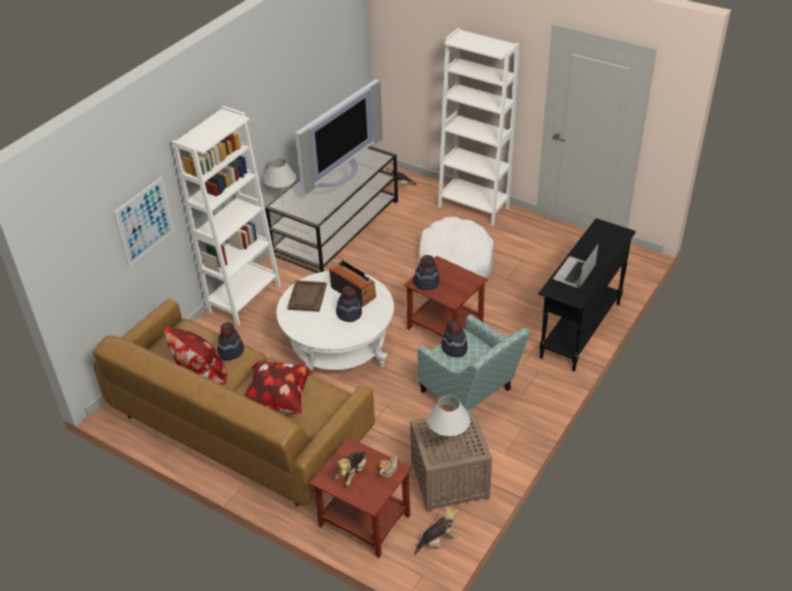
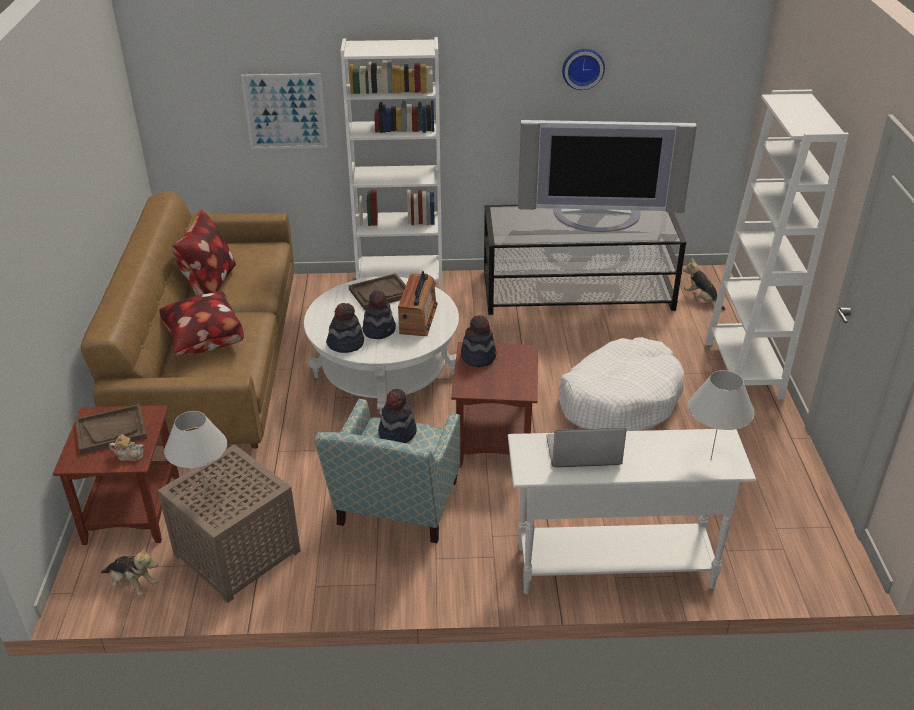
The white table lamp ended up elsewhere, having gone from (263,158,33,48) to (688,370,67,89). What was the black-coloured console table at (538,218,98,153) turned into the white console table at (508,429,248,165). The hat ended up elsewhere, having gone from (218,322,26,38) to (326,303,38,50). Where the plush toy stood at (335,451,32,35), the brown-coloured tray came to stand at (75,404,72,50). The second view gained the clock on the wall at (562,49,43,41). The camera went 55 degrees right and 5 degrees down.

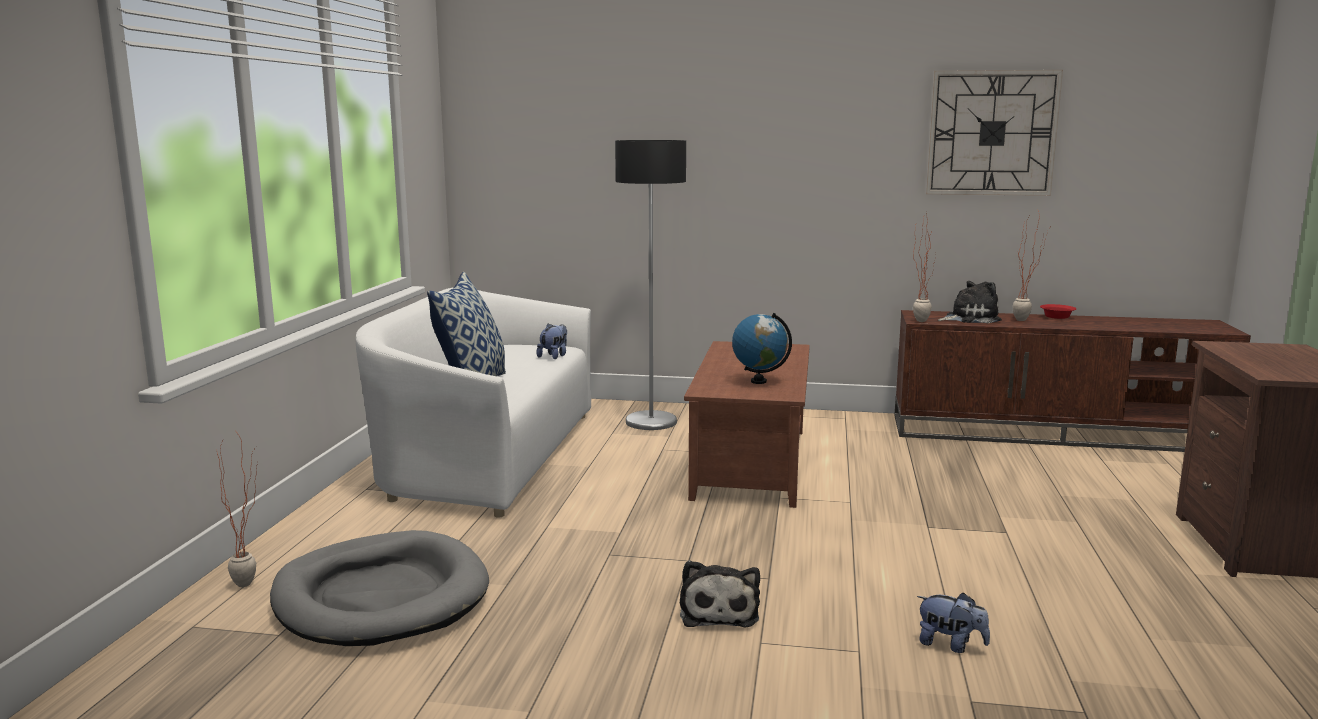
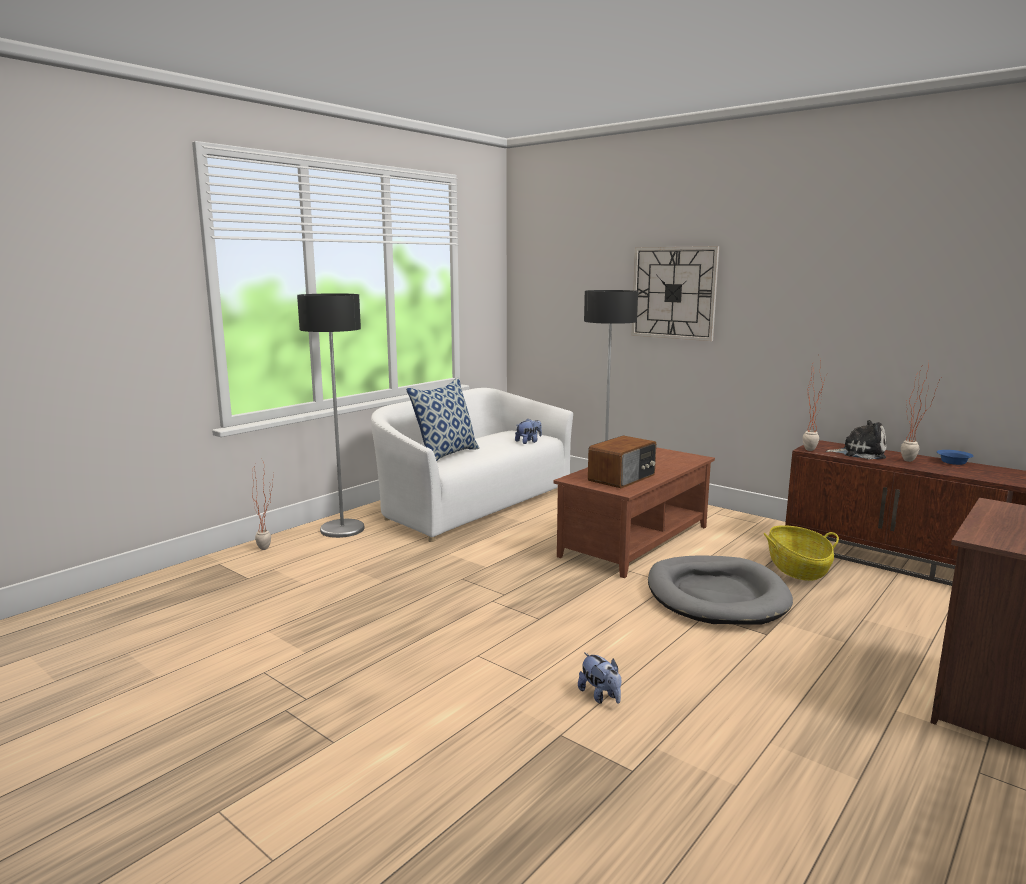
The clock on the wall ended up elsewhere, having gone from (926,70,137,126) to (631,246,88,95). What was the red deep dish at (1040,304,37,15) turned into the blue-coloured deep dish at (937,450,36,15). Where the world globe stood at (732,313,60,71), the radio receiver came to stand at (588,436,68,53). The gray pet bed ended up elsewhere, having gone from (270,530,219,116) to (648,555,145,70). The second view lost the plush toy at (680,560,80,68). The second view gained the standing lamp at (297,293,67,245). The second view gained the household basket at (764,525,75,56). The camera went 30 degrees right and 0 degrees up.

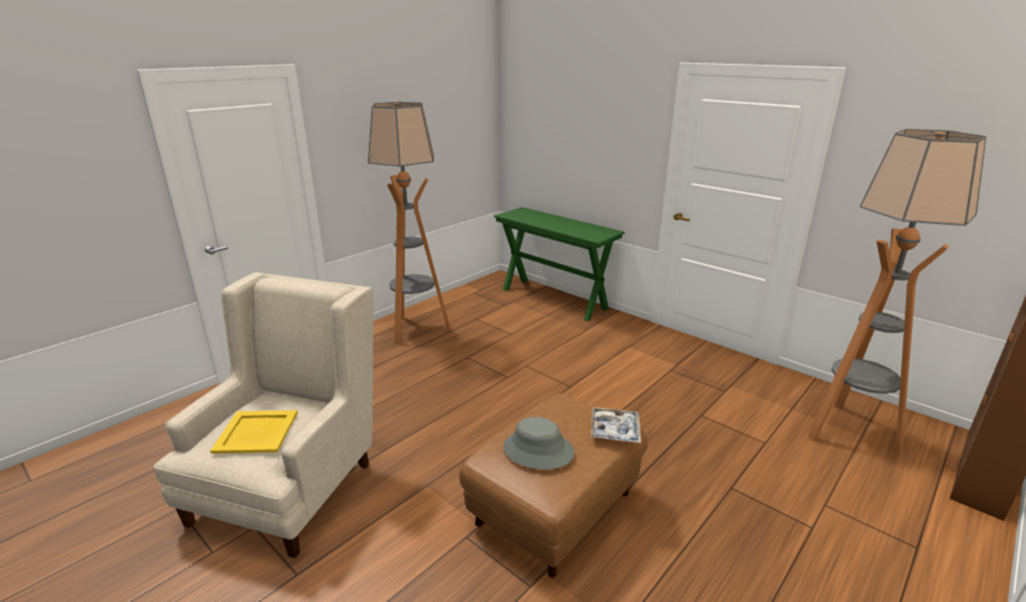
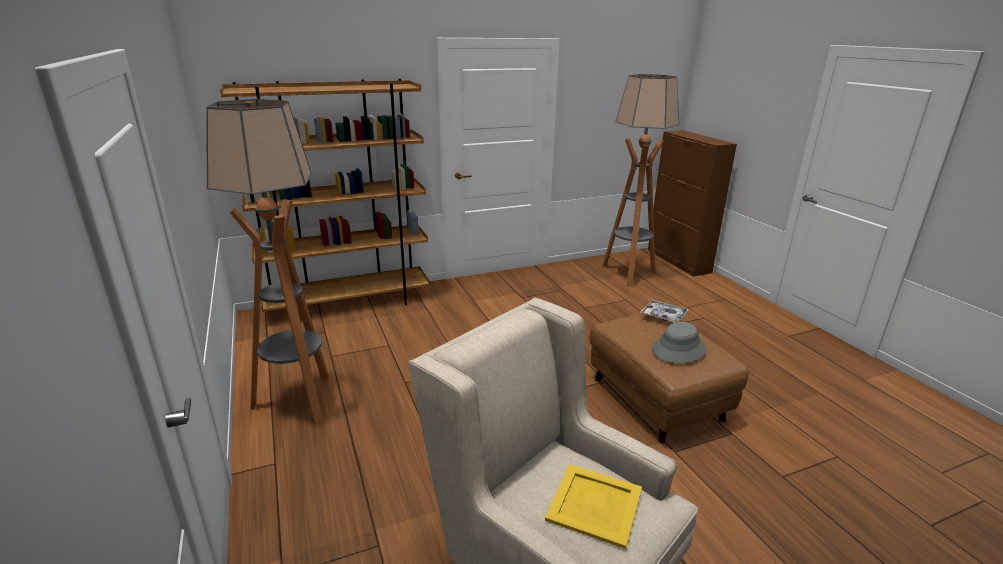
Where the greenish console table stood at (494,207,131,114), the brown-coloured bookcase came to stand at (220,79,210,233). The camera went 65 degrees left and 0 degrees up.

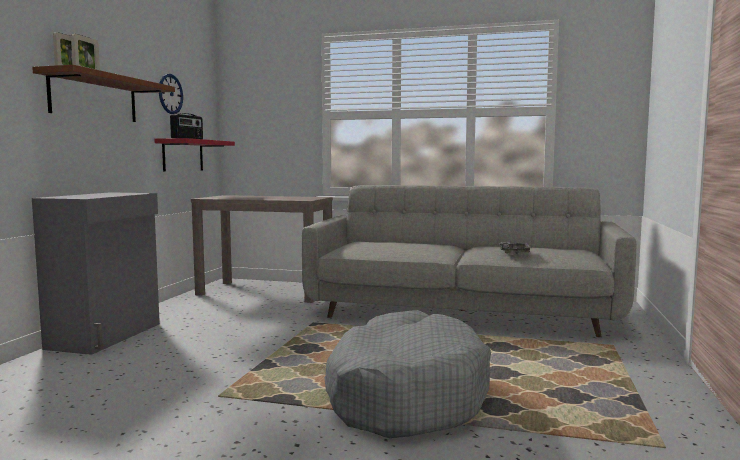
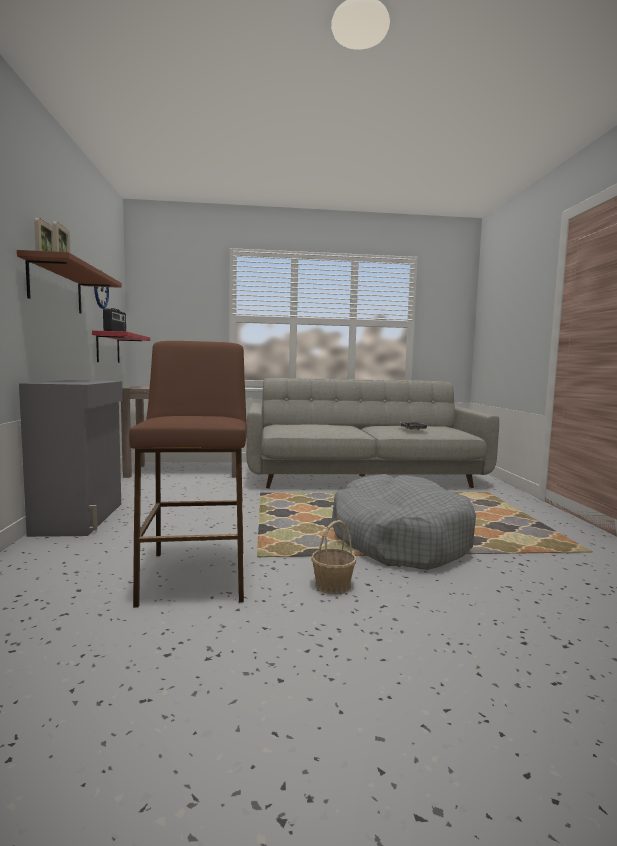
The second view gained the brown-coloured sitting stool at (129,341,118,267). The second view gained the household basket at (311,520,45,74). The camera went 20 degrees left and 0 degrees up.

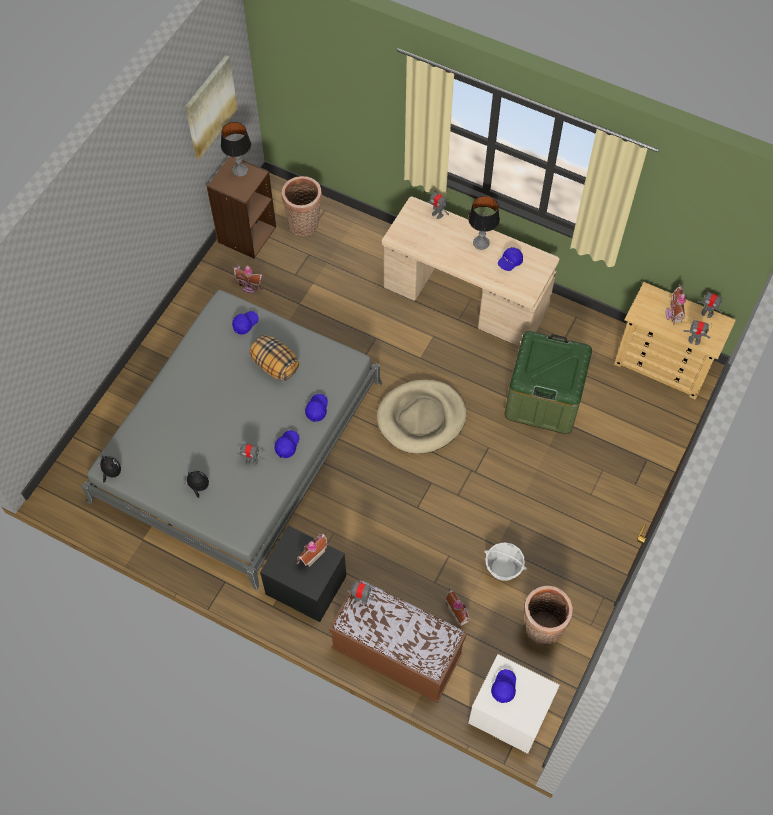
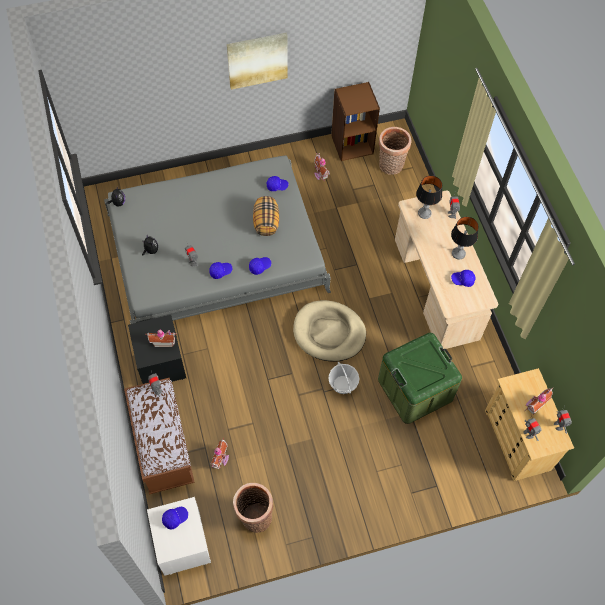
The wall art ended up elsewhere, having gone from (185,55,53,104) to (227,33,60,57). The table lamp ended up elsewhere, having gone from (221,122,30,55) to (416,176,26,43). The household basket ended up elsewhere, having gone from (484,542,43,39) to (328,362,31,32). The camera went 45 degrees right and 0 degrees up.

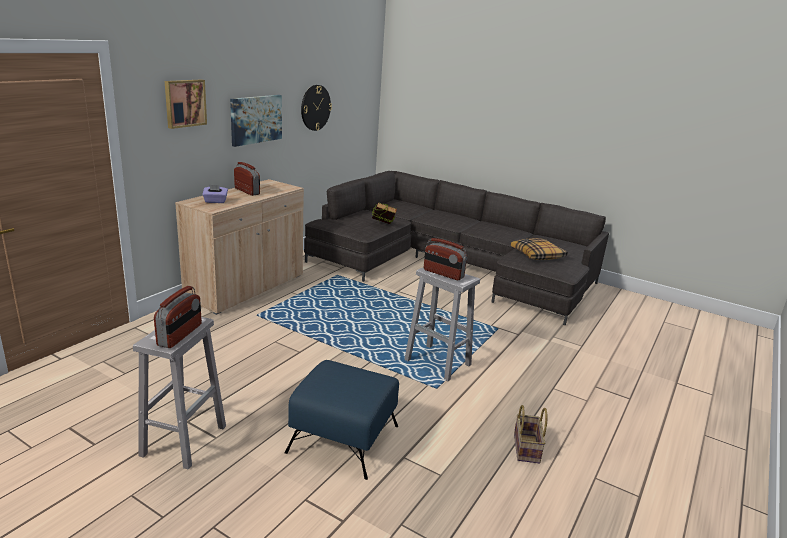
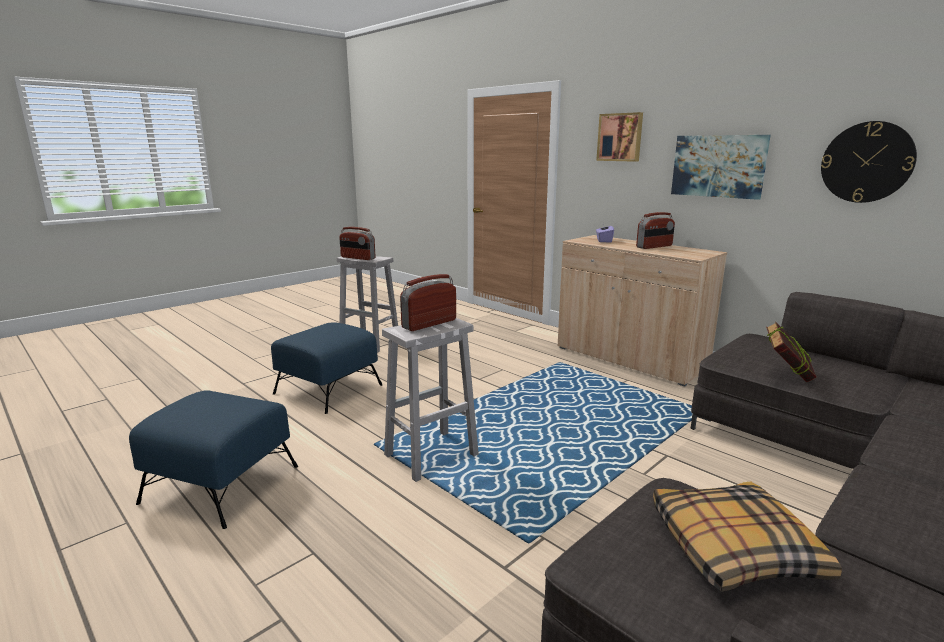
Where the household basket stood at (514,405,33,58), the blue-coloured pouffe came to stand at (129,391,169,138). The camera went 105 degrees right and 5 degrees down.

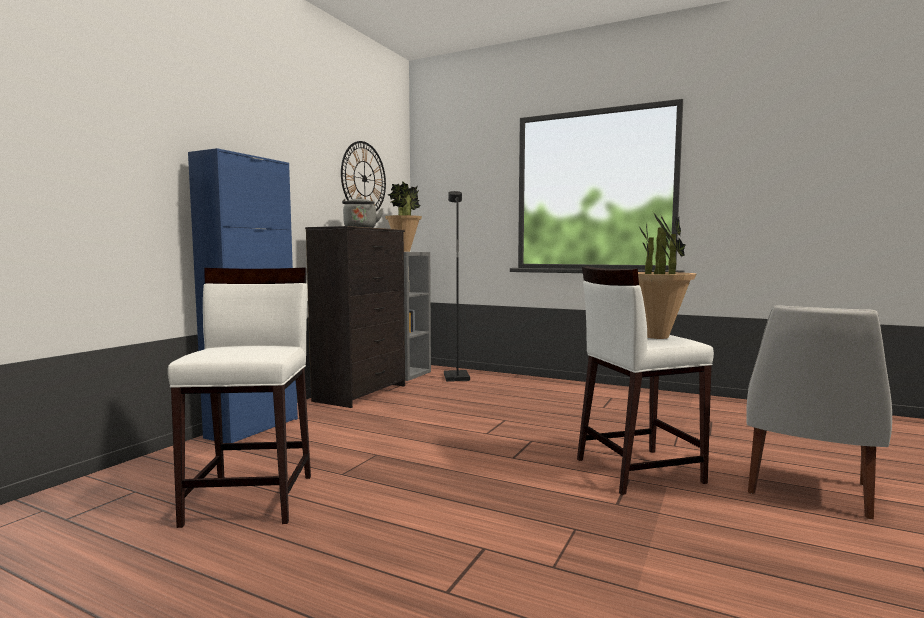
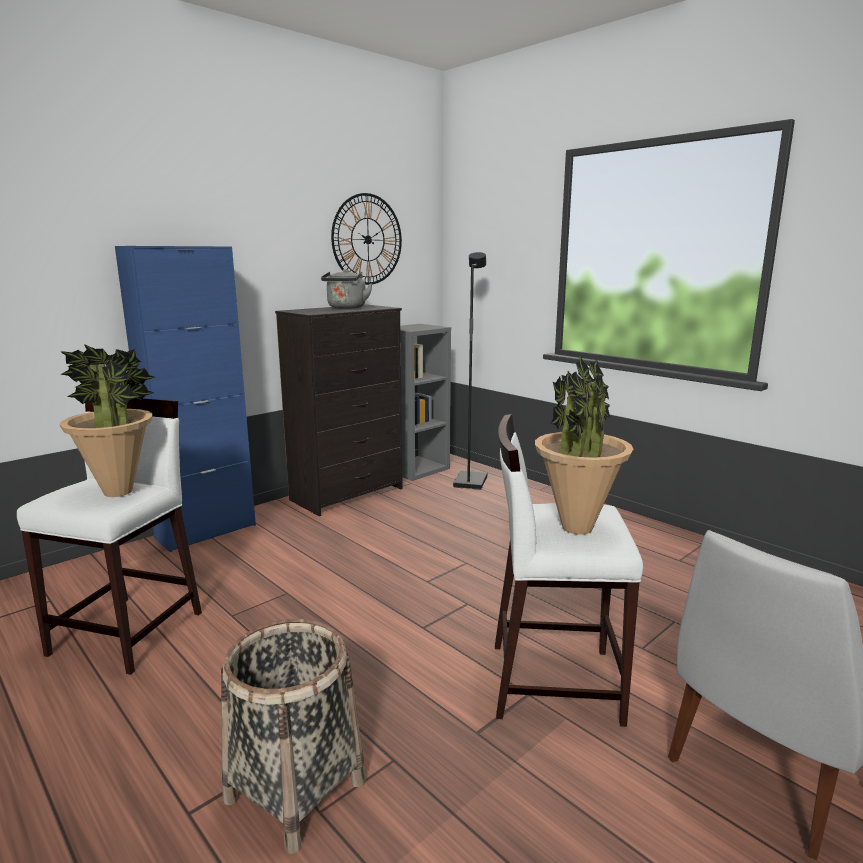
The houseplant ended up elsewhere, having gone from (385,181,37,71) to (59,344,96,153). The second view gained the household basket at (221,619,145,235). The camera went 20 degrees right and 10 degrees up.

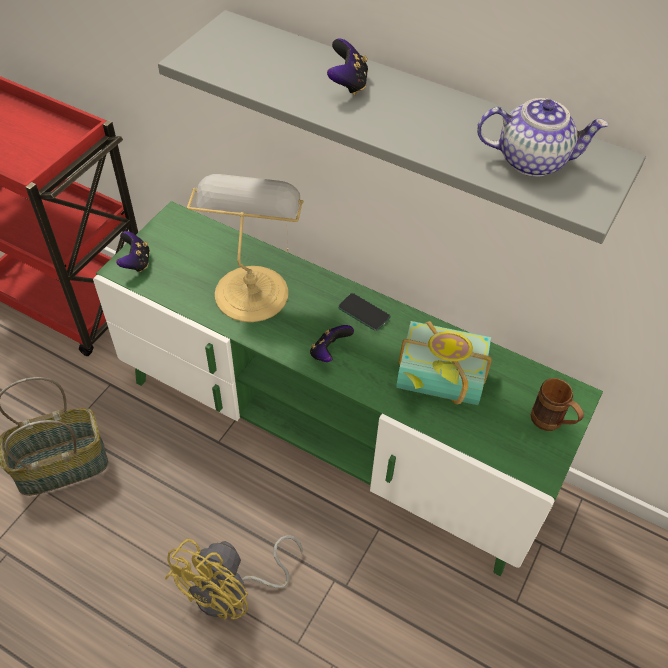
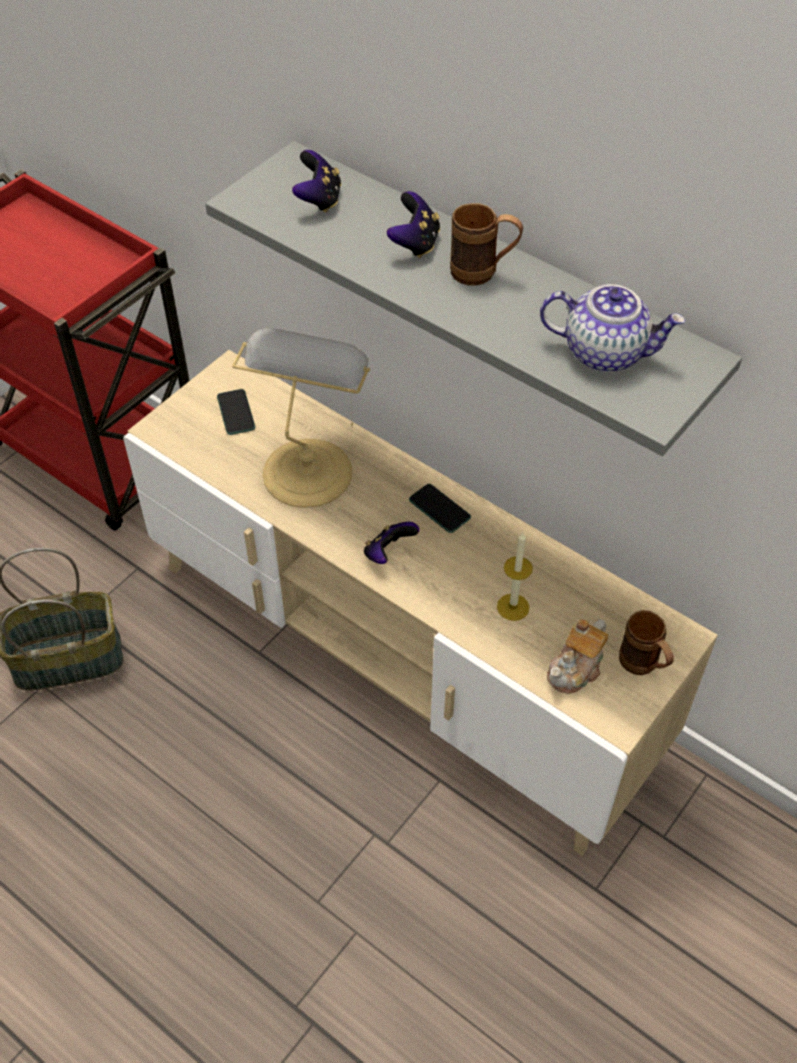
What was the greenish tv stand at (93,201,510,375) turned into the beige tv stand at (123,350,595,506). The joypad ended up elsewhere, having gone from (116,231,34,41) to (292,150,49,63). Where the book stood at (396,321,95,84), the wax candle came to stand at (497,533,36,88). The second view lost the yellow-coloured electric fan at (165,535,138,84). The second view gained the brown-coloured coffee mug at (450,203,73,83). The second view gained the phone at (217,389,38,46). The second view gained the tea pot at (547,619,61,75). The camera went 10 degrees right and 0 degrees up.

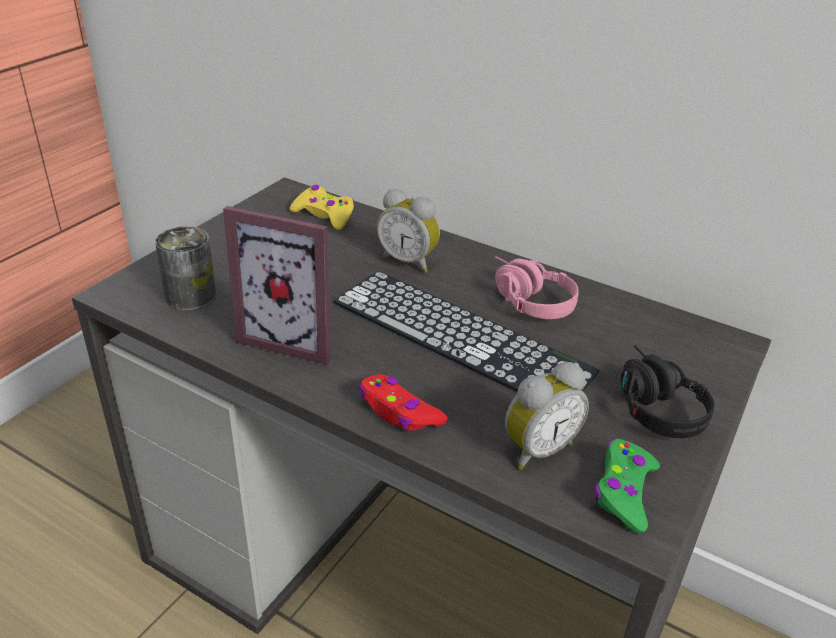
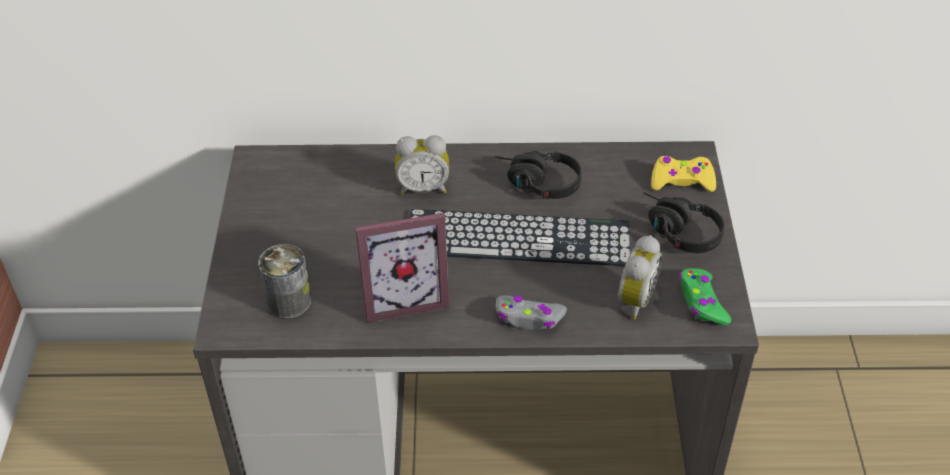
The yellow-coloured joypad ended up elsewhere, having gone from (290,185,65,45) to (651,156,65,36). What was the pink headset at (495,257,84,62) turned into the black-coloured headset at (494,151,87,48). What was the red joypad at (359,374,89,56) turned into the gray joypad at (496,295,71,35). The camera went 30 degrees left and 10 degrees up.

